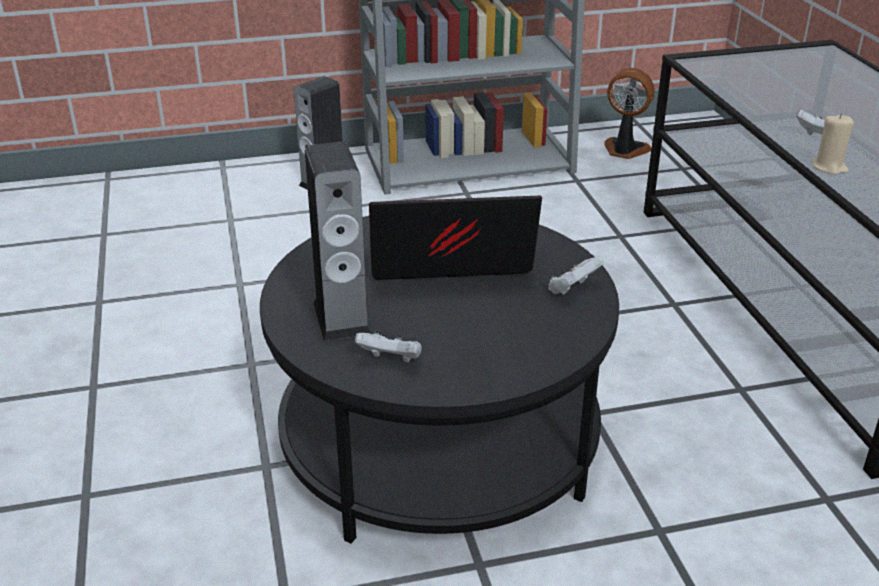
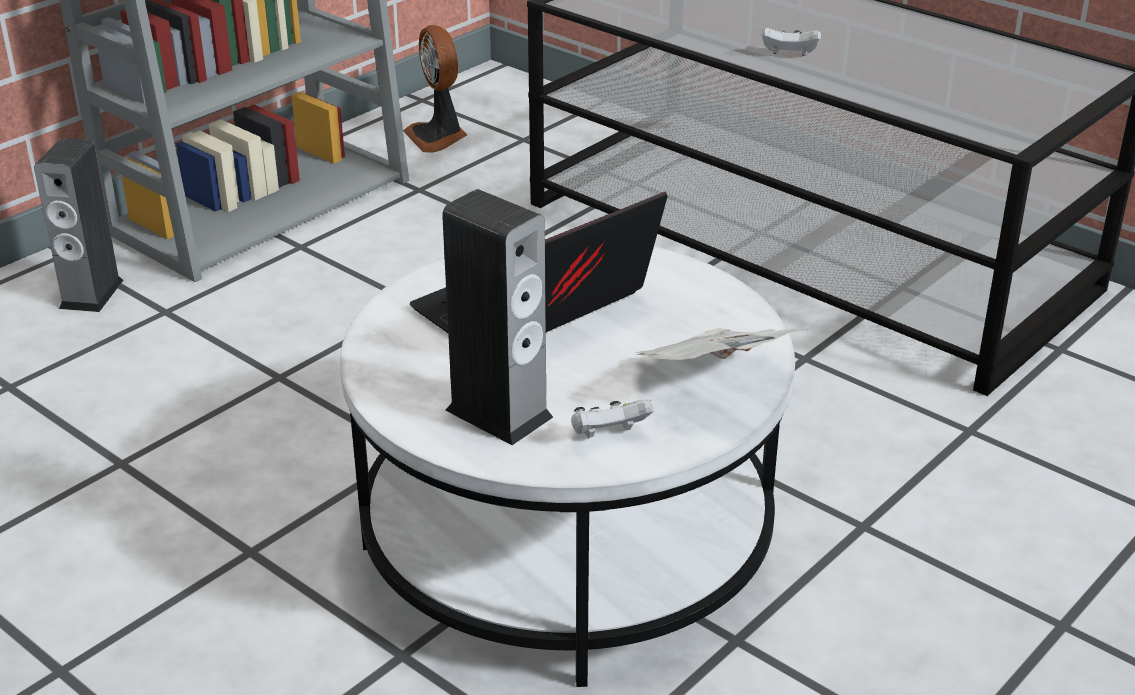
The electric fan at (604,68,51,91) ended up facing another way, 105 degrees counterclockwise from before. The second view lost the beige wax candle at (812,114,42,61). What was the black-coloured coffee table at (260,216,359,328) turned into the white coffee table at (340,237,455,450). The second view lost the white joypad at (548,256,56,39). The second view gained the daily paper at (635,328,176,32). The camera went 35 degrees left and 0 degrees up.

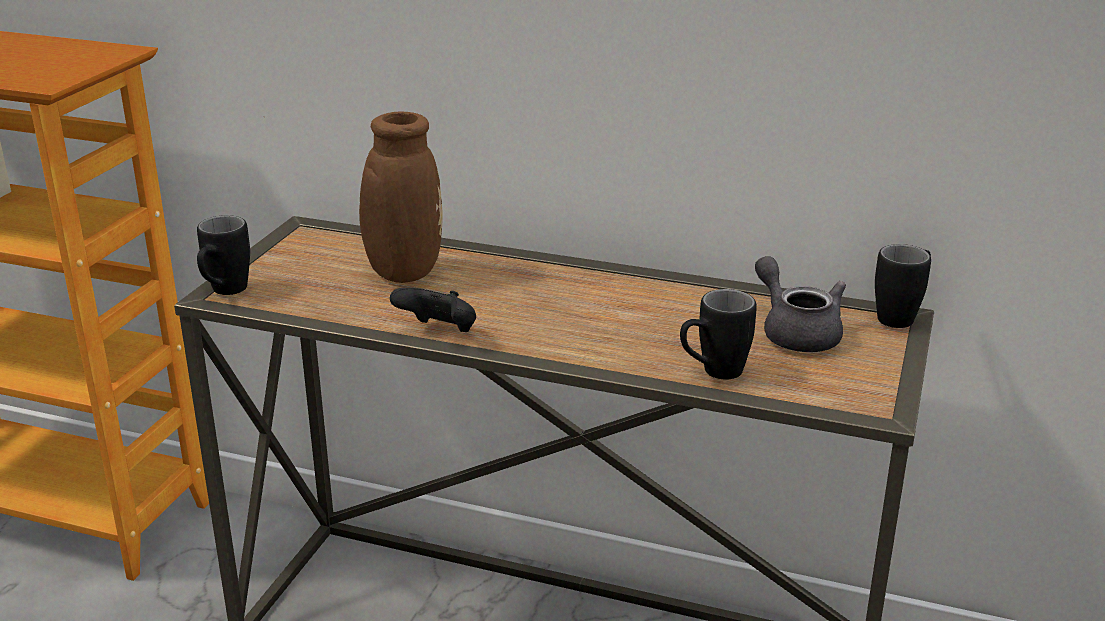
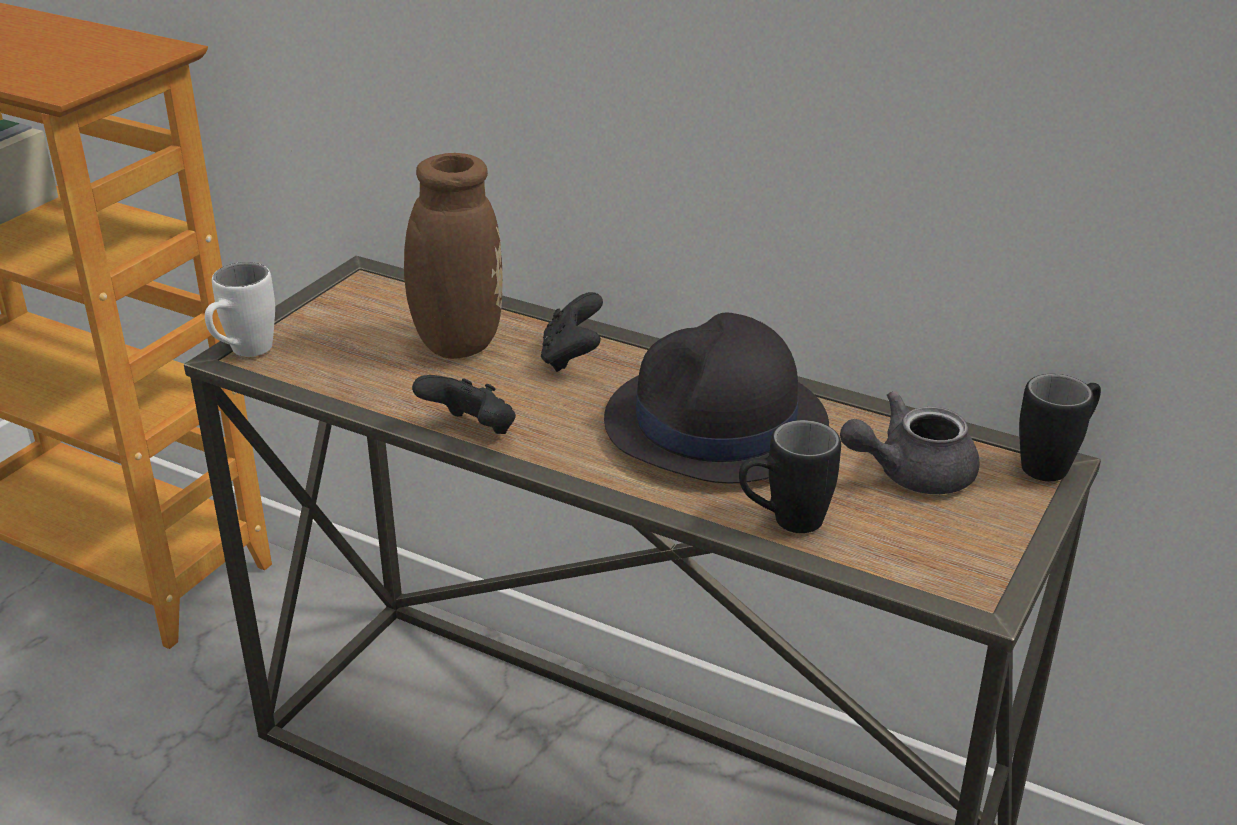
What was the black-coloured coffee mug at (197,215,53,80) turned into the white coffee mug at (205,262,70,95). The gray tea pot at (755,256,91,96) ended up facing another way, 90 degrees counterclockwise from before. The second view gained the black-coloured joypad at (541,292,62,80). The second view gained the black-coloured hat at (604,312,225,172). The camera went 10 degrees right and 5 degrees up.

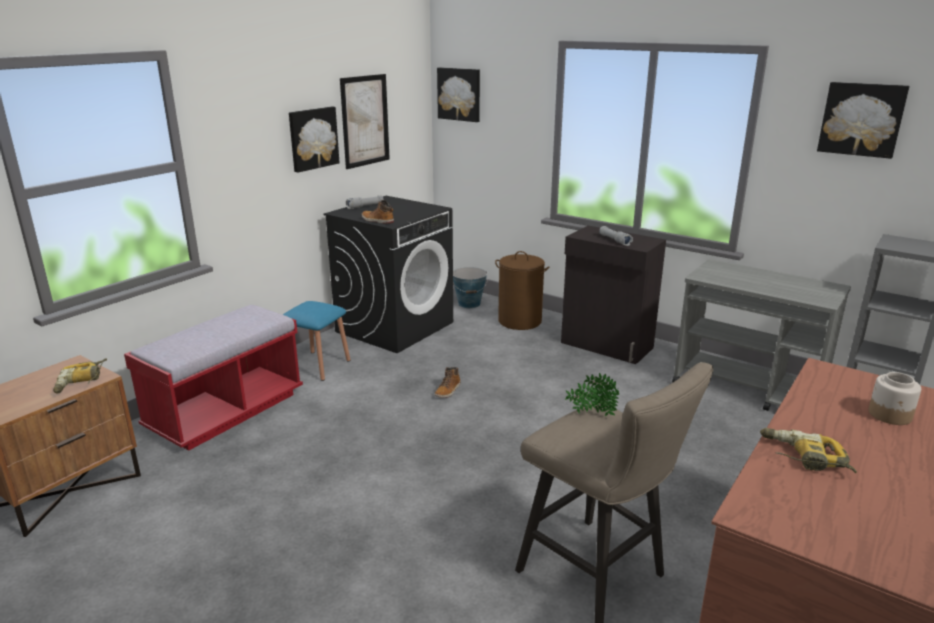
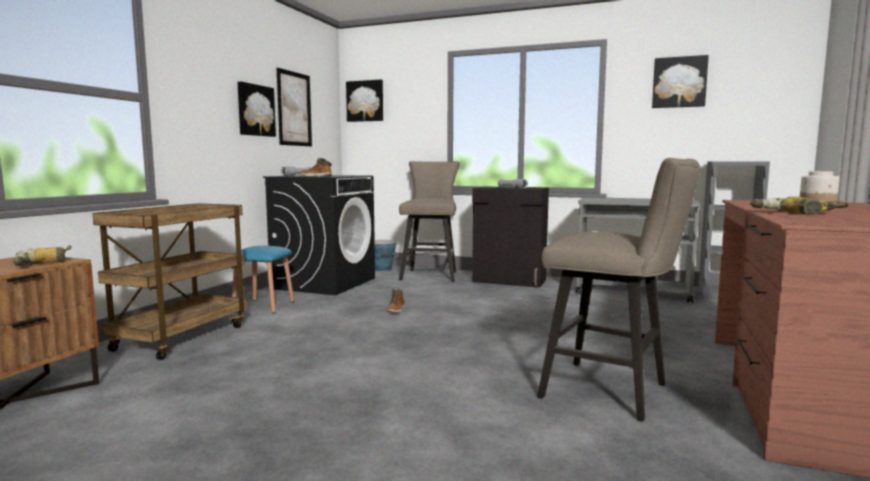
Where the brown-coloured washing basket stood at (495,251,54,79), the beige sitting stool came to stand at (399,161,61,121). Where the red bench stood at (124,305,179,145), the brown-coloured trolley came to stand at (92,203,155,157). The second view lost the houseplant at (565,373,54,43). The camera went 15 degrees left and 15 degrees down.

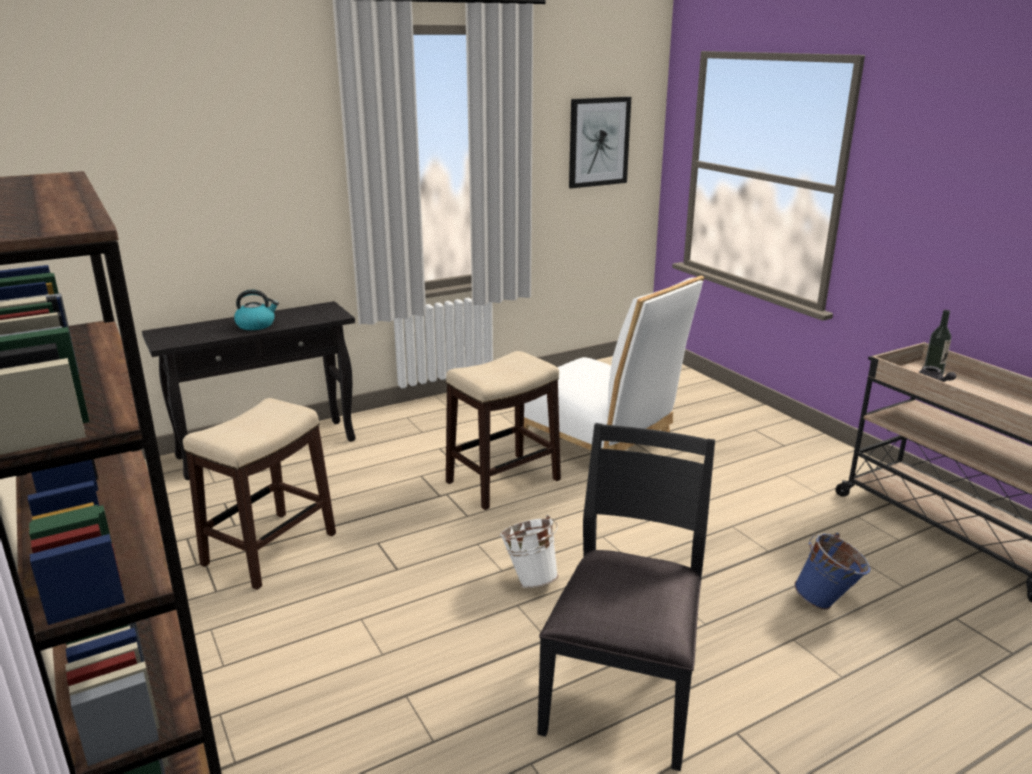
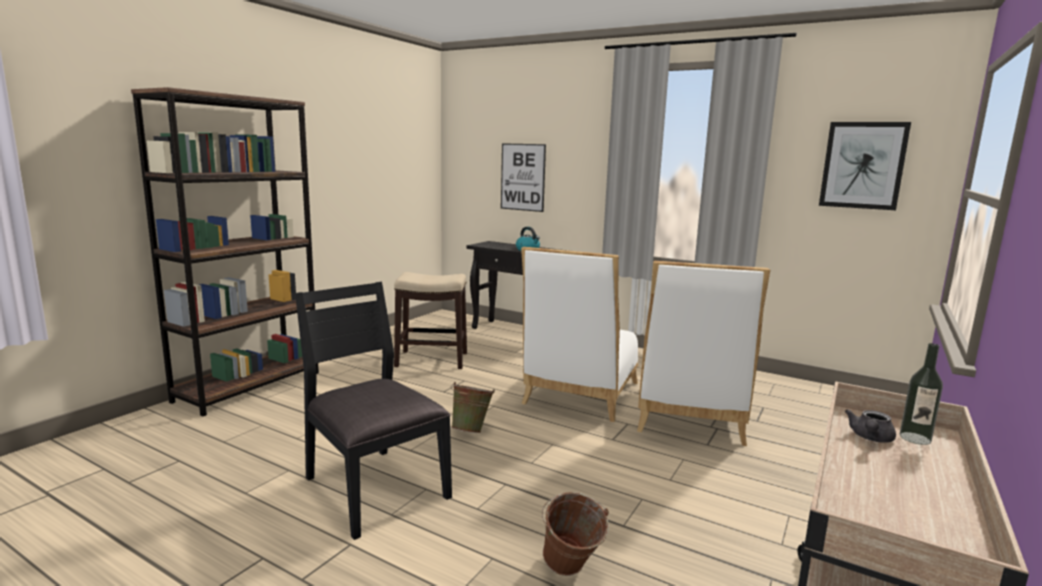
Where the sitting stool stood at (446,351,115,159), the white chair came to stand at (521,247,117,175). The black-coloured chair at (537,423,178,348) ended up facing another way, 120 degrees counterclockwise from before. What was the white pail at (500,515,59,73) turned into the greenish pail at (451,382,44,51). What was the blue-coloured pail at (794,533,76,77) turned into the brown-coloured pail at (542,492,67,84). The second view gained the wall art at (501,143,45,69). The camera went 60 degrees right and 10 degrees down.

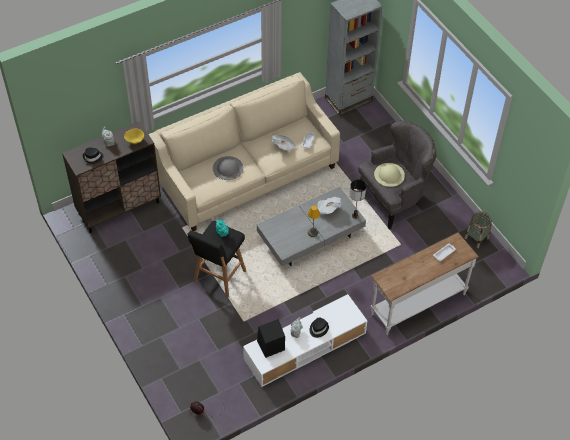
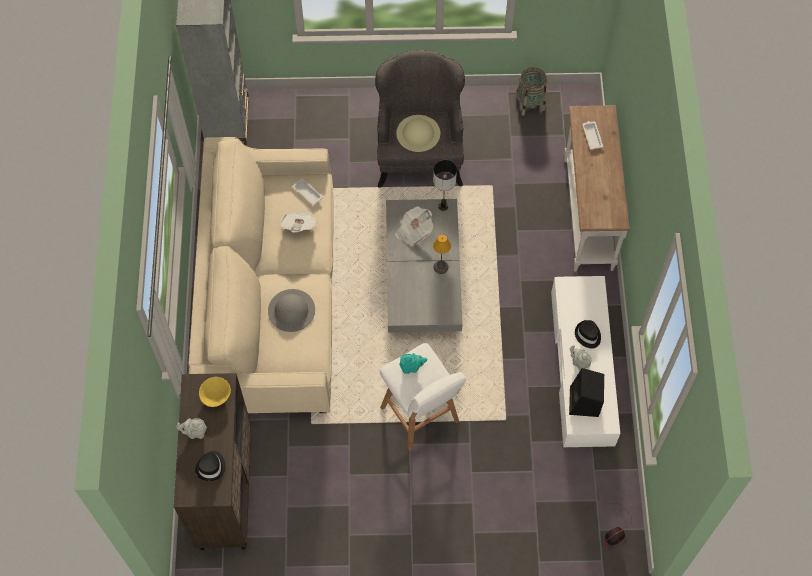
What was the black-coloured sitting stool at (188,221,58,77) turned into the white sitting stool at (380,343,86,108). The camera went 60 degrees left and 10 degrees up.

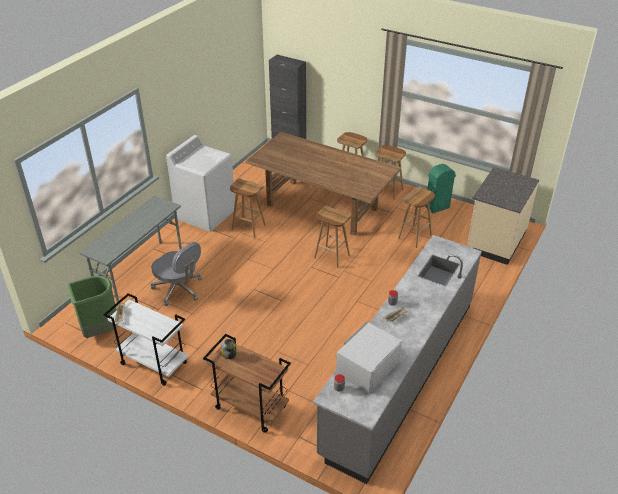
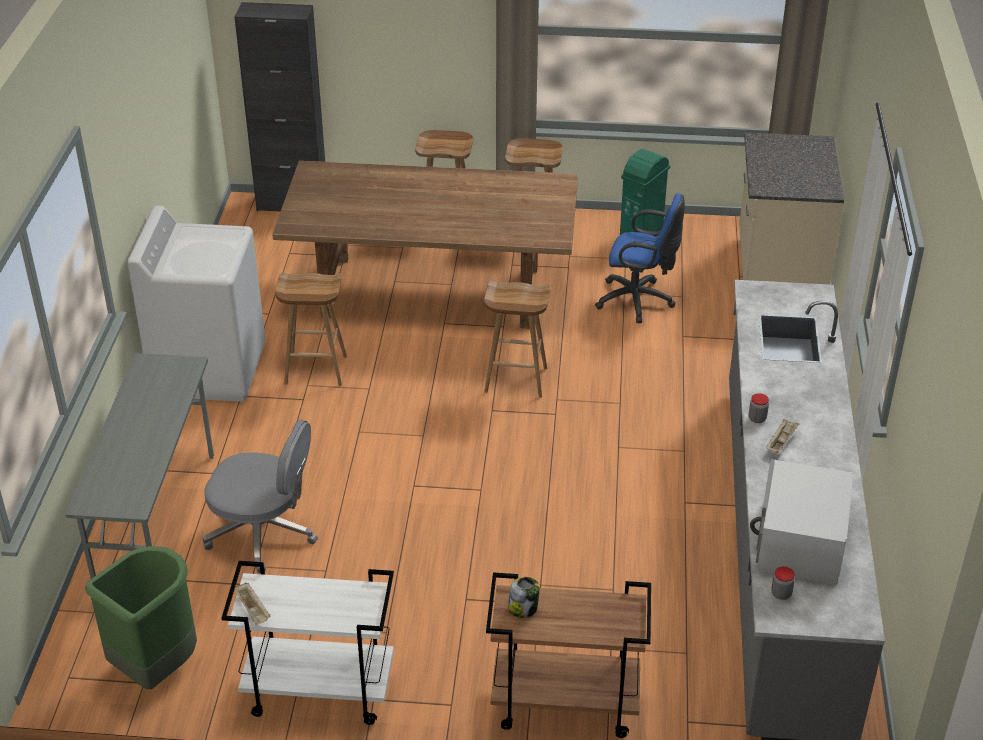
Where the brown-coloured sitting stool stood at (398,186,37,62), the blue-coloured computer chair came to stand at (595,193,90,130). The camera went 25 degrees left and 0 degrees up.

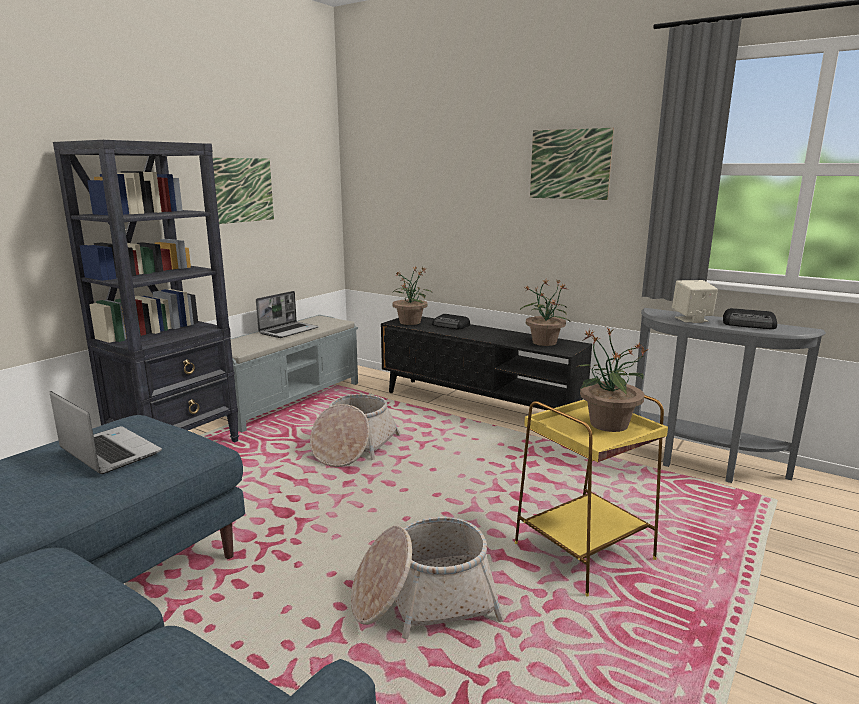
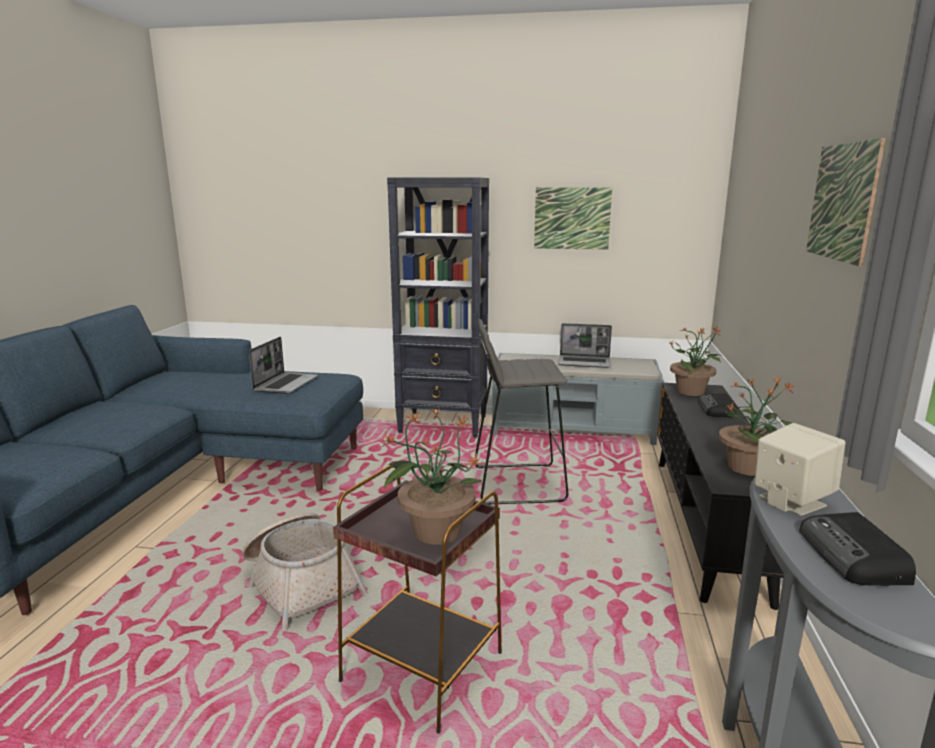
Where the household basket stood at (310,394,91,73), the gray sitting stool came to stand at (474,319,94,186). What was the yellow-coloured side table at (515,395,153,202) turned into the brown-coloured side table at (333,465,169,269). The camera went 65 degrees right and 0 degrees up.

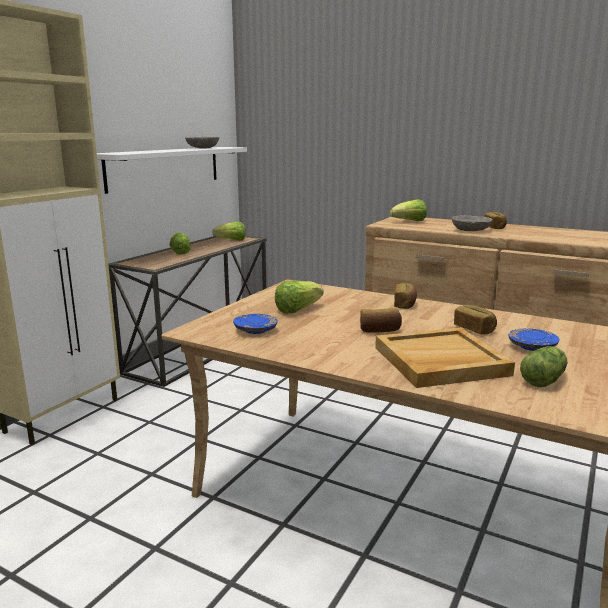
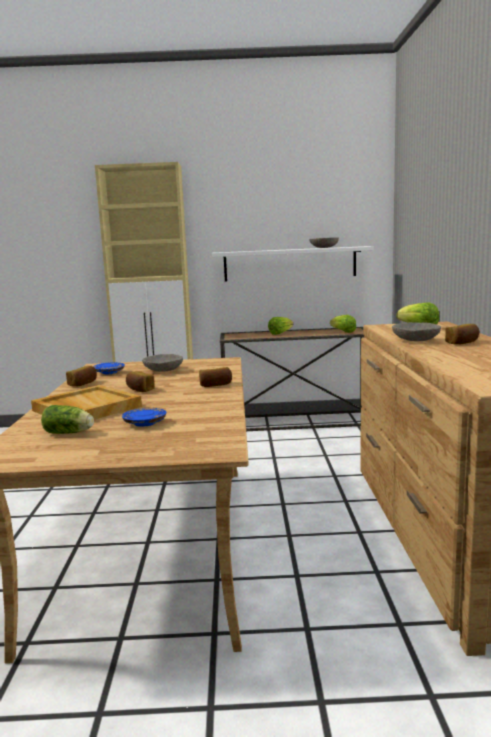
Where the head of lettuce stood at (275,281,49,33), the gray deep dish came to stand at (142,354,41,18). The baked bread ended up elsewhere, having gone from (454,305,43,30) to (66,366,31,21). The camera went 60 degrees right and 5 degrees down.

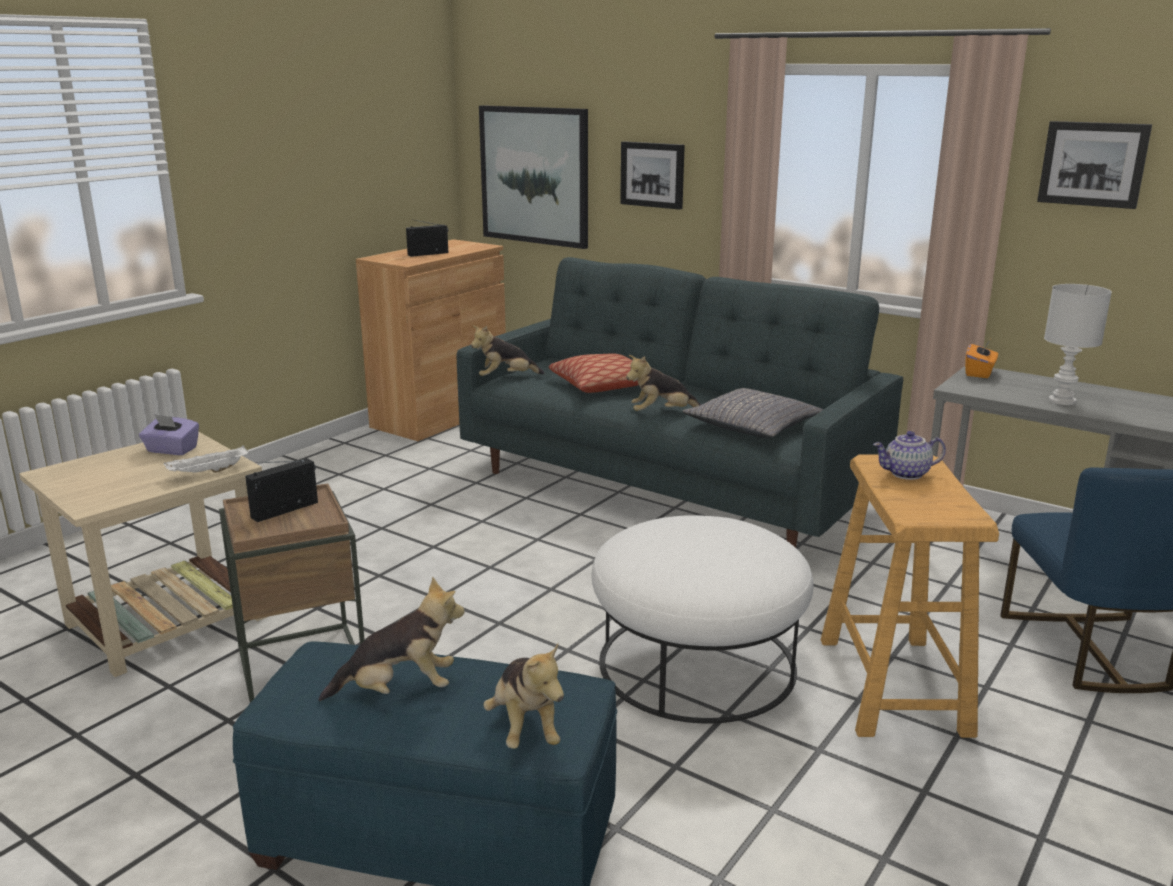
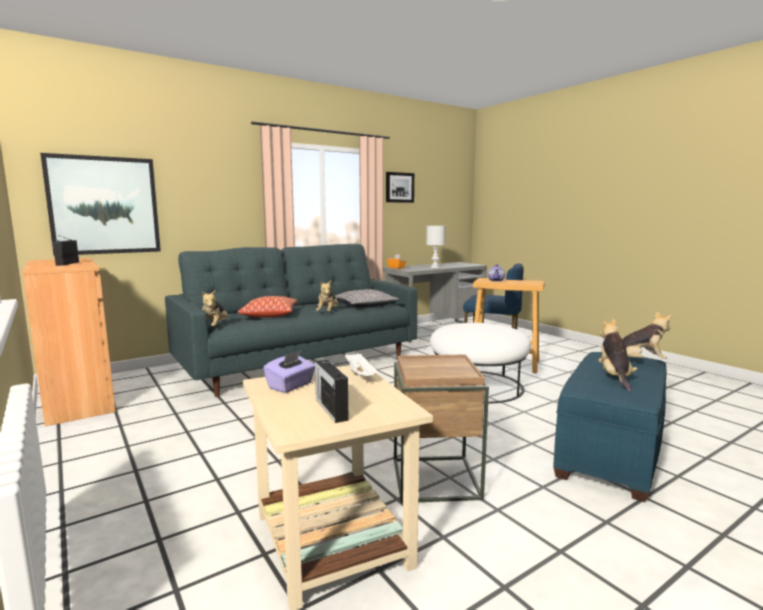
The second view lost the wall art at (620,141,65,69). The radio receiver ended up elsewhere, having gone from (245,458,73,64) to (315,360,34,63). The camera went 70 degrees left and 10 degrees down.

